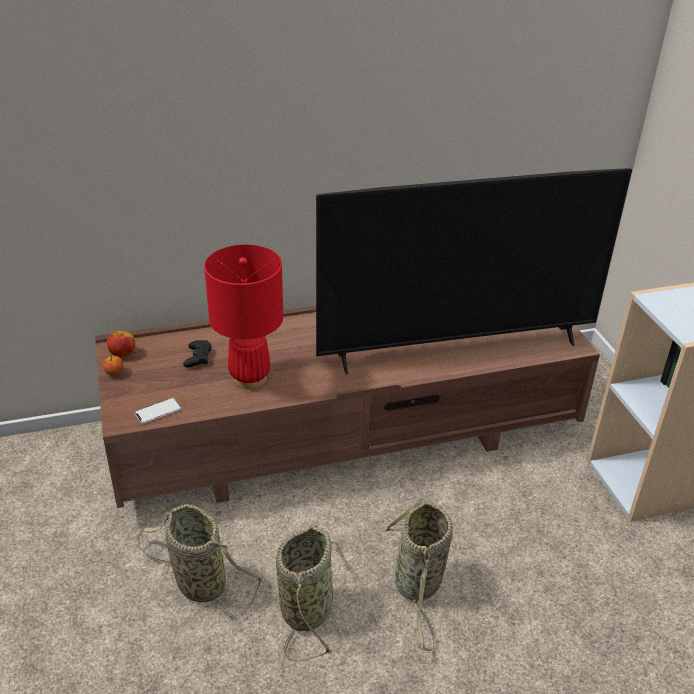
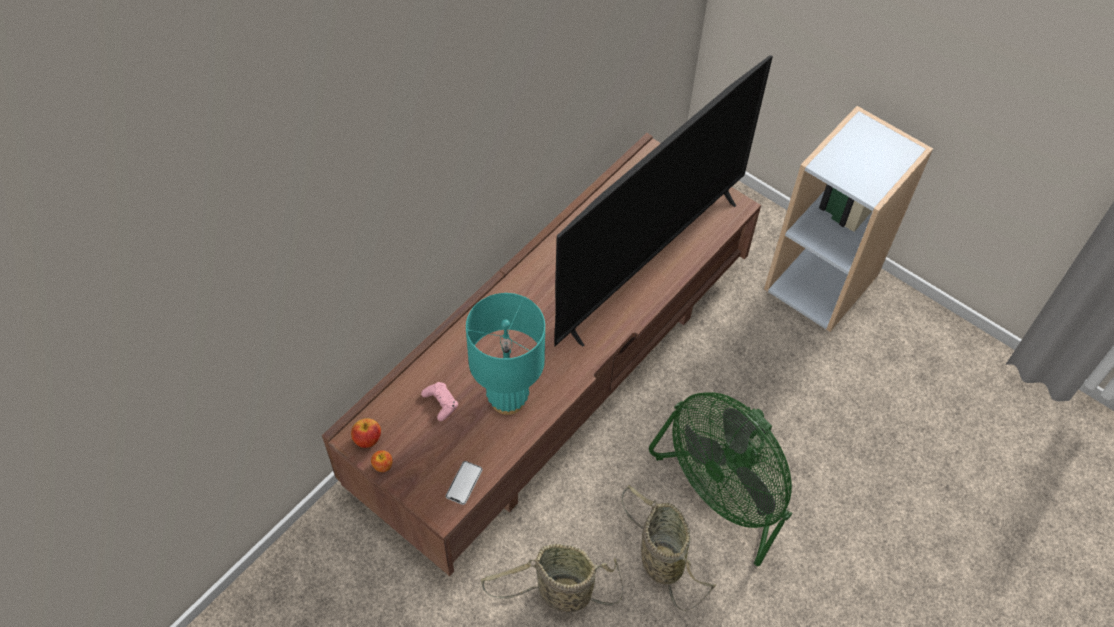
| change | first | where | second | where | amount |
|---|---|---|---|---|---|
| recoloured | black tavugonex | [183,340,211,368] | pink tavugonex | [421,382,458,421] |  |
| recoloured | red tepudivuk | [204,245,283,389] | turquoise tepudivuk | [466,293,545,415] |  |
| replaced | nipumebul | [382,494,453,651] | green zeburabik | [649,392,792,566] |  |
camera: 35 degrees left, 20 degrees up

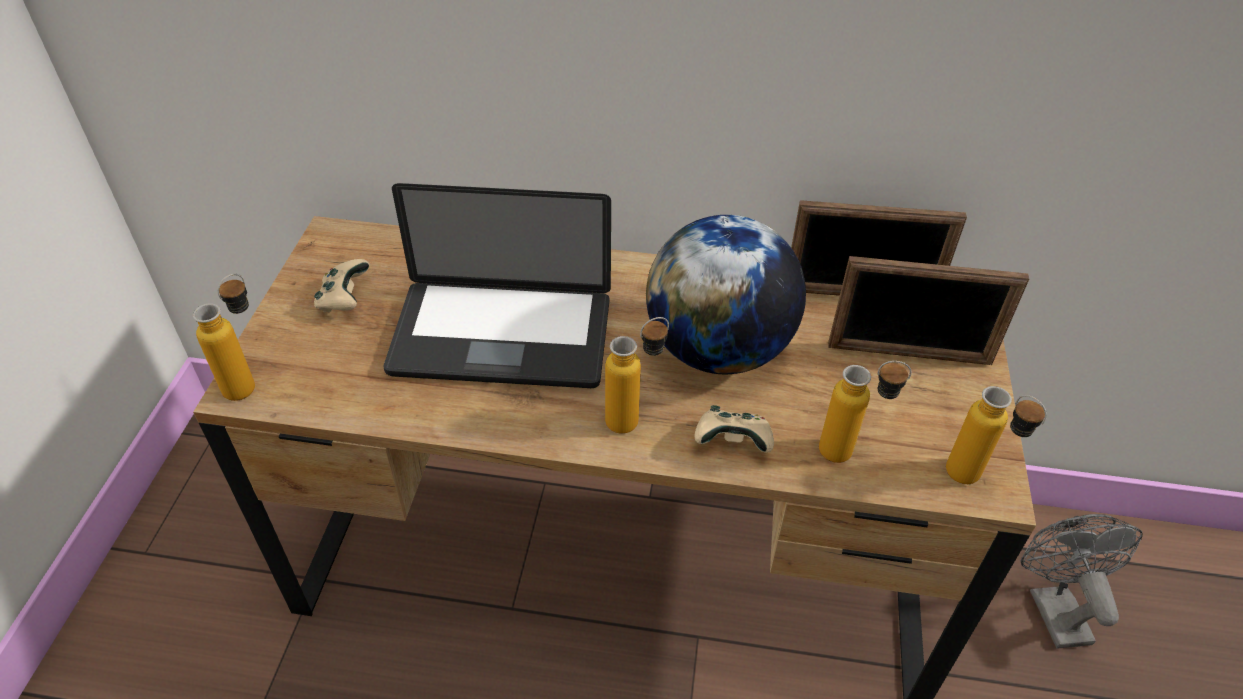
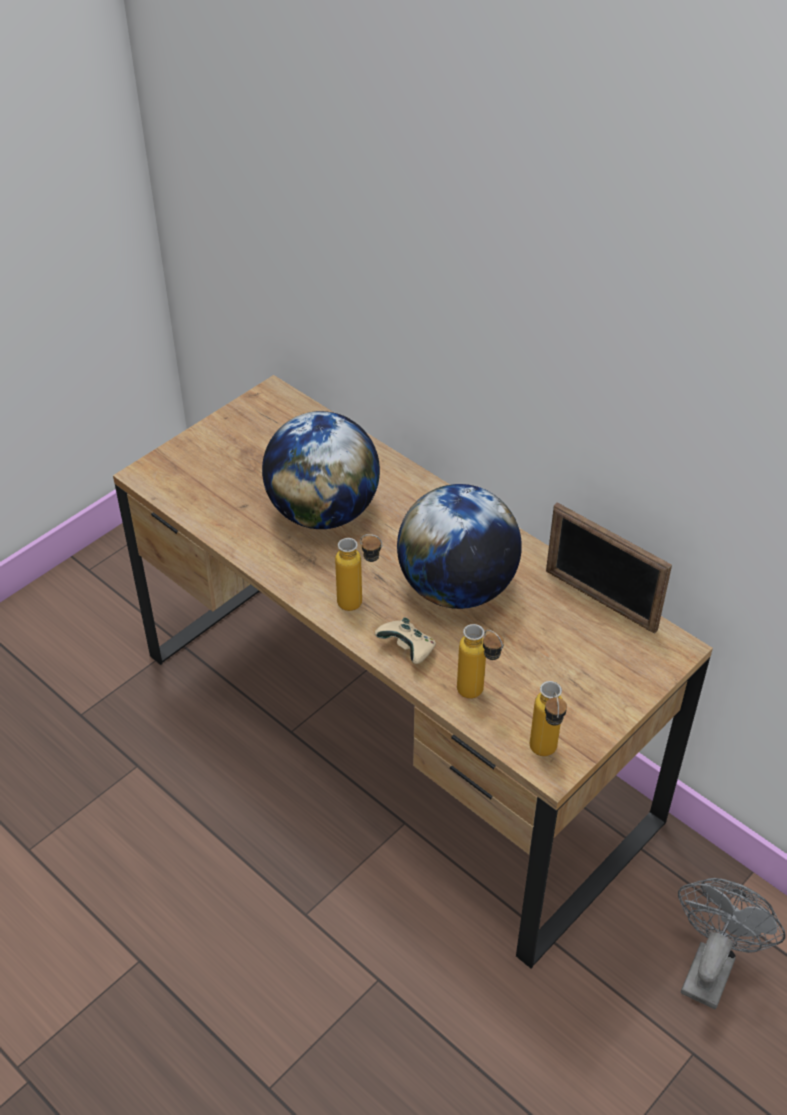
| change | first | where | second | where | amount |
|---|---|---|---|---|---|
| replaced | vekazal | [384,183,611,388] | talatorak | [262,411,380,529] |  |
| removed | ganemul | [193,274,255,401] |  |  |  |
| removed | beige tavugonex | [314,259,370,312] |  |  |  |
| removed | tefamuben | [828,256,1030,365] |  |  |  |
camera: 35 degrees right, 0 degrees up

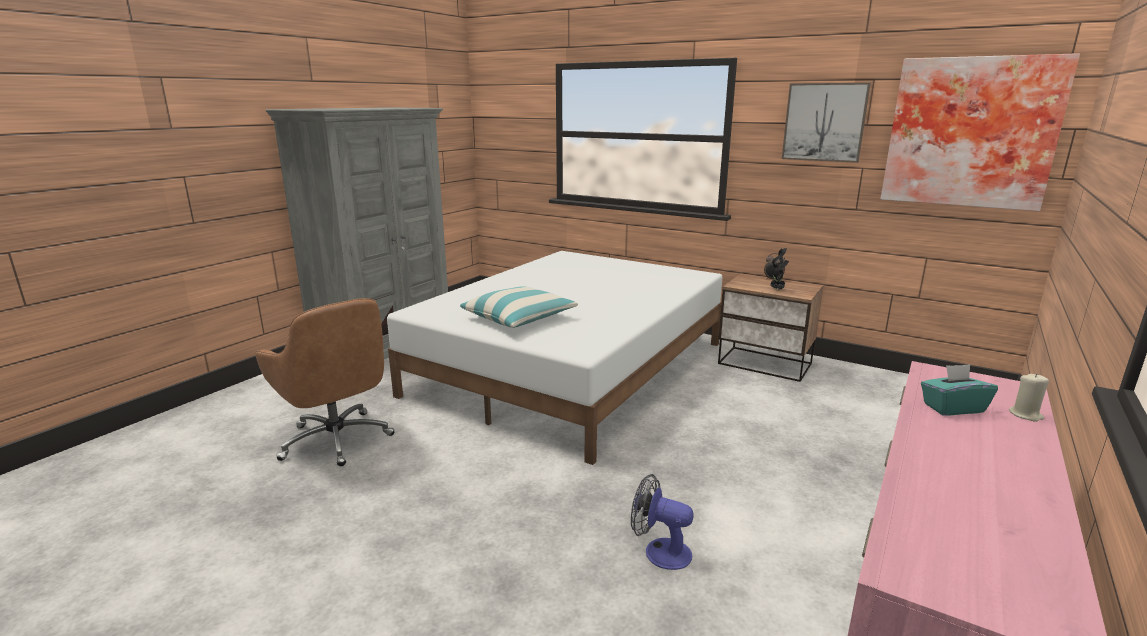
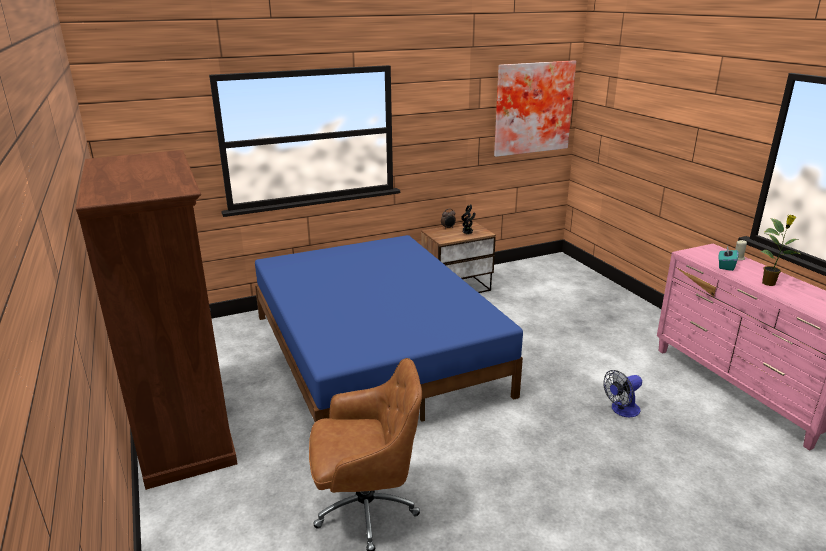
| change | first | where | second | where | amount |
|---|---|---|---|---|---|
| recoloured | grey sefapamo | [266,107,448,359] | brown sefapamo | [76,150,238,490] |  |
| recoloured | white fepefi | [387,251,722,465] | blue fepefi | [255,235,523,422] |  |
| added |  |  | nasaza | [760,215,801,286] |  |
| removed | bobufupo | [460,286,578,328] |  |  |  |
| removed | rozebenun | [782,83,871,163] |  |  |  |
camera: 55 degrees left, 5 degrees up

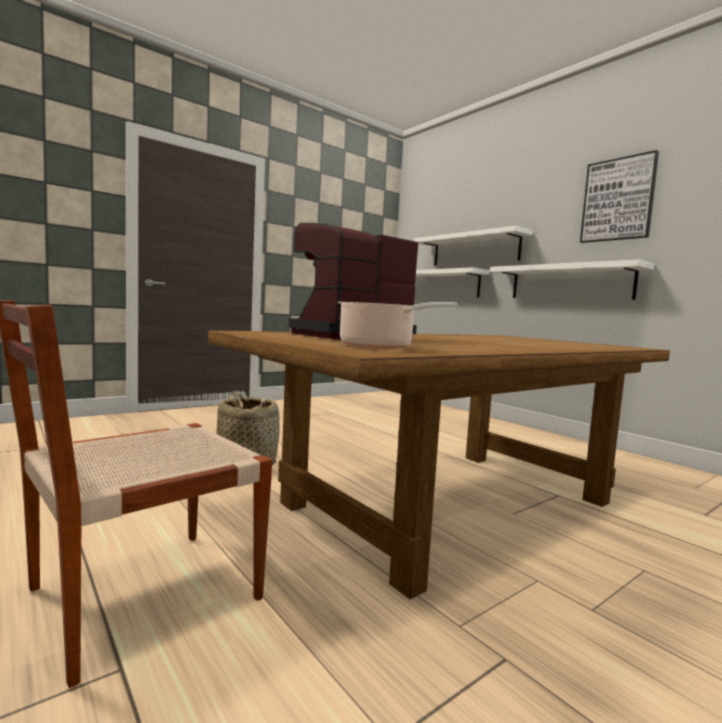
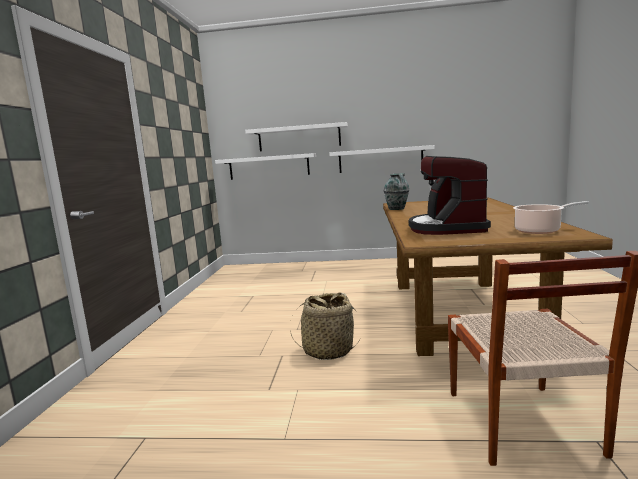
| change | first | where | second | where | amount |
|---|---|---|---|---|---|
| added |  |  | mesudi | [384,174,409,210] |  |
| removed | rozebenun | [580,150,659,243] |  |  |  |
camera: 45 degrees left, 5 degrees up

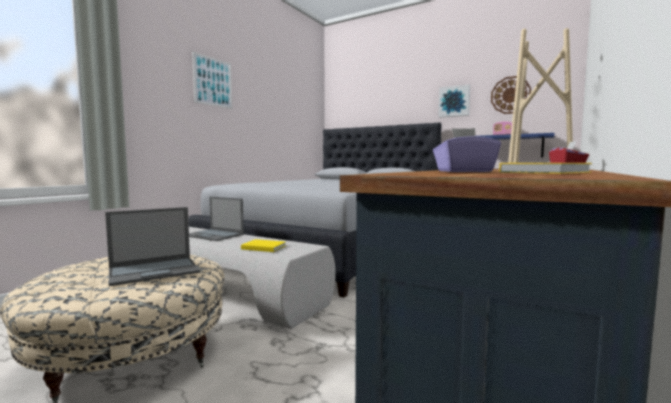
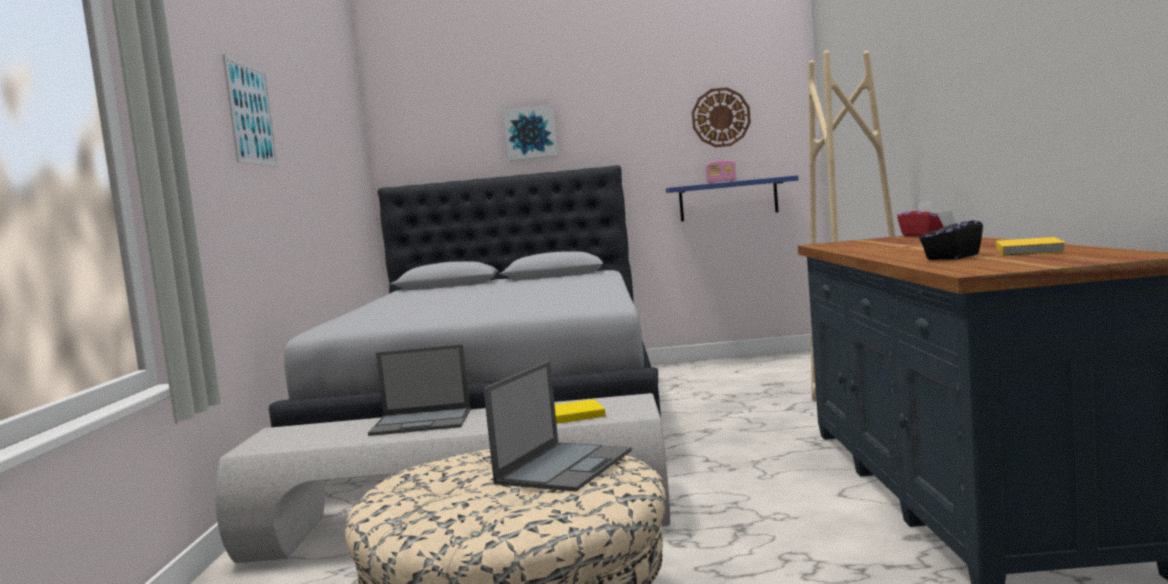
| change | first | where | second | where | amount |
|---|---|---|---|---|---|
| moved | rozebenun | [438,84,470,118] |  | [503,105,558,161] |  |
| recoloured | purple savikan | [433,128,501,172] | black savikan | [919,210,983,260] |  |
camera: 30 degrees left, 0 degrees up

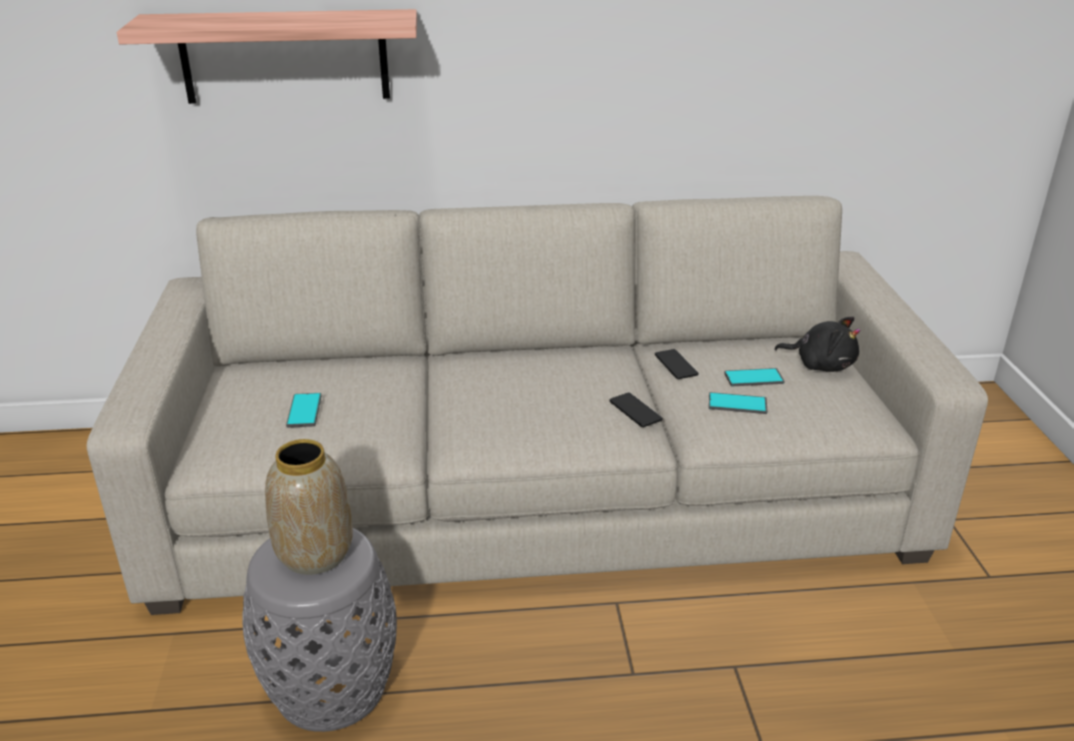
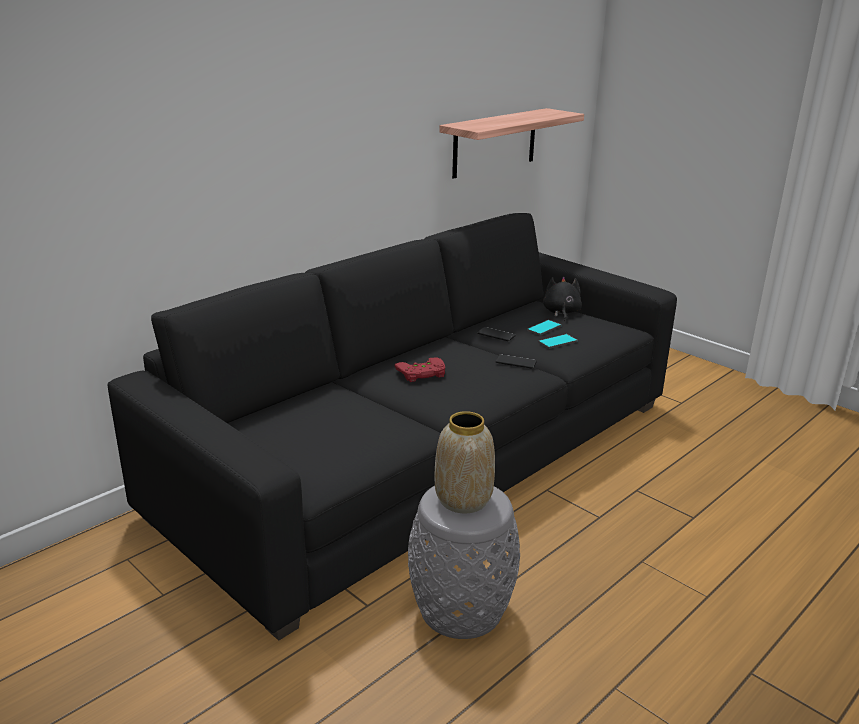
| change | first | where | second | where | amount |
|---|---|---|---|---|---|
| recoloured | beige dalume | [87,196,988,615] | black dalume | [108,213,677,641] |  |
| added |  |  | red tavugonex | [395,358,445,382] |  |
| moved | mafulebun | [117,9,417,104] |  | [439,108,584,179] |  |
| turned | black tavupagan | [774,317,860,372] |  | [543,277,582,322] | 75 degrees counterclockwise |
| removed | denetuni | [286,393,322,428] |  |  |  |
camera: 40 degrees left, 5 degrees down

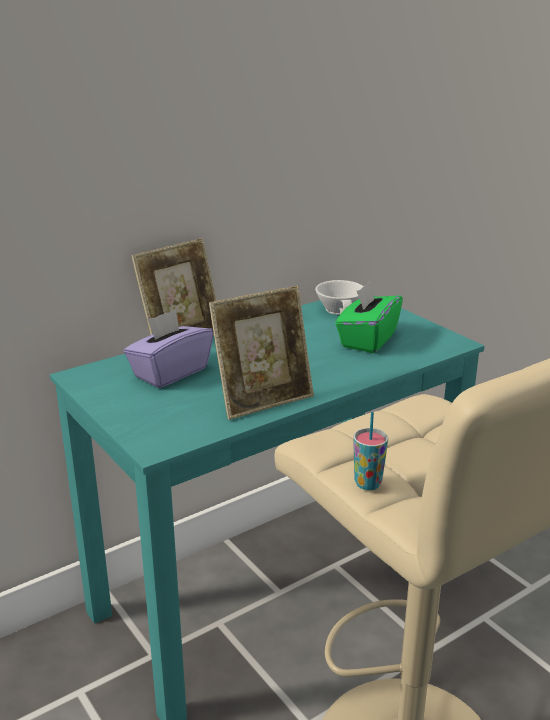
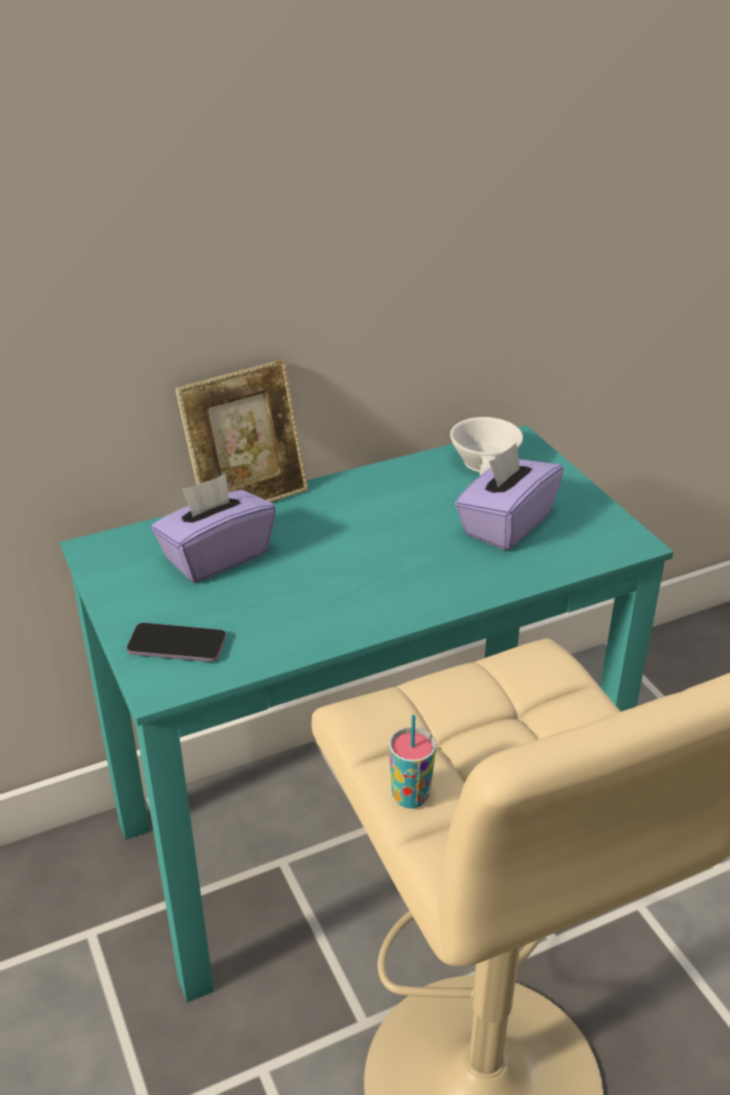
| change | first | where | second | where | amount |
|---|---|---|---|---|---|
| added |  |  | denetuni | [127,623,226,662] |  |
| recoloured | green savikan | [335,281,403,353] | purple savikan | [455,443,564,551] |  |
| removed | tefamuben | [209,286,314,420] |  |  |  |
camera: 10 degrees right, 10 degrees up

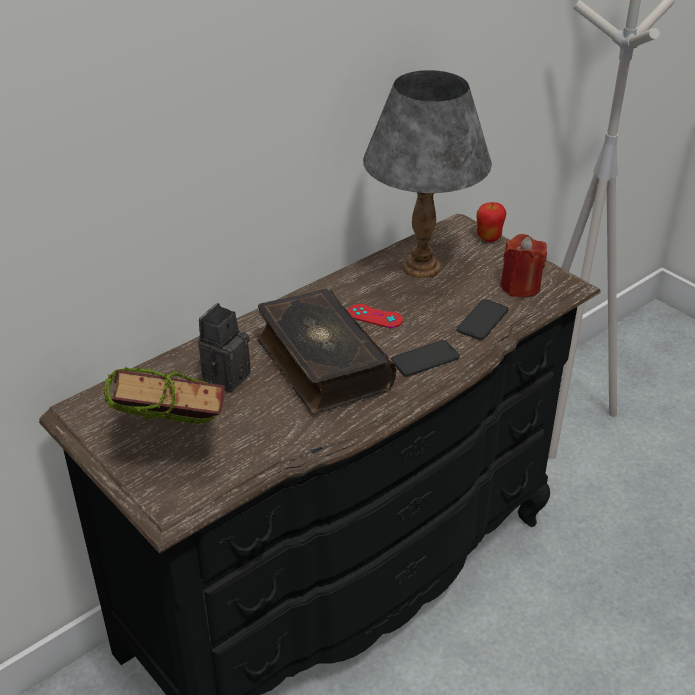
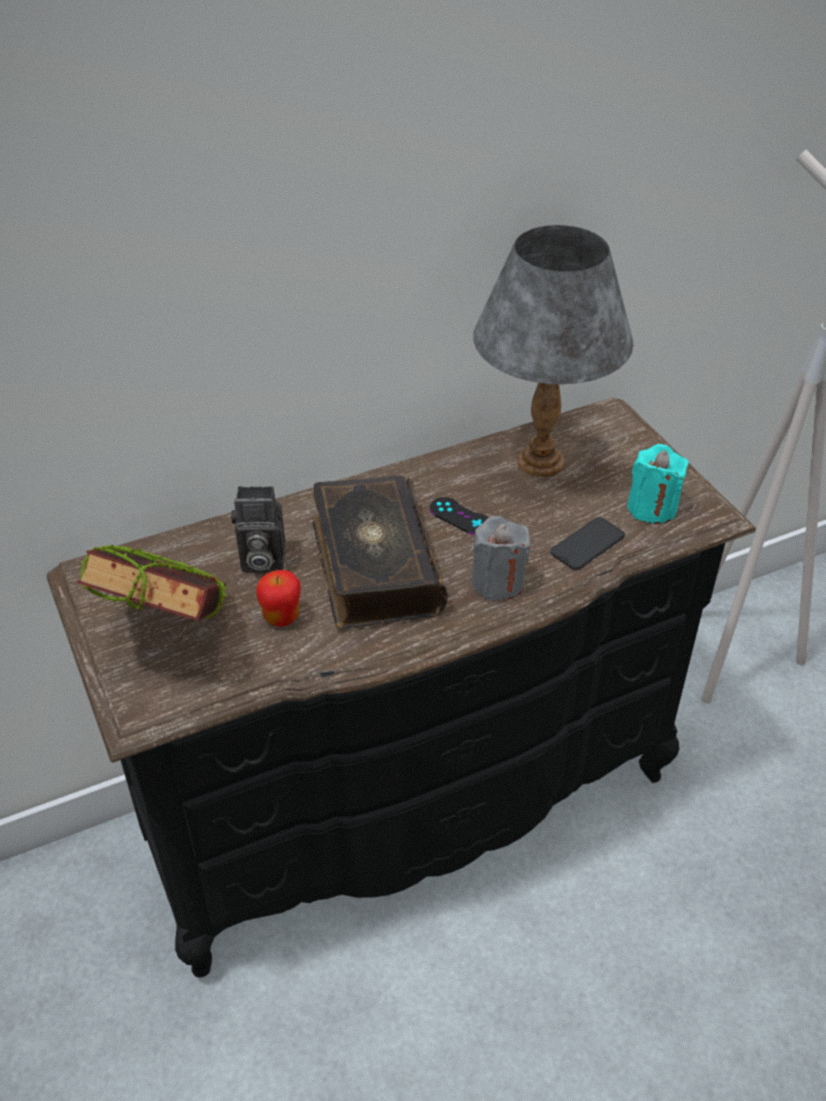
| change | first | where | second | where | amount |
|---|---|---|---|---|---|
| turned | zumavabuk | [198,303,251,393] |  | [231,486,286,573] | 135 degrees counterclockwise |
| moved | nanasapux | [477,202,506,242] |  | [256,570,301,627] |  |
| recoloured | red tavugonex | [348,304,403,328] | black tavugonex | [430,497,488,535] |  |
| replaced | denetuni | [391,340,460,376] | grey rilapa | [471,516,531,601] |  |
| recoloured | red rilapa | [501,234,547,298] | turquoise rilapa | [627,444,689,524] |  |
camera: 15 degrees right, 5 degrees up

